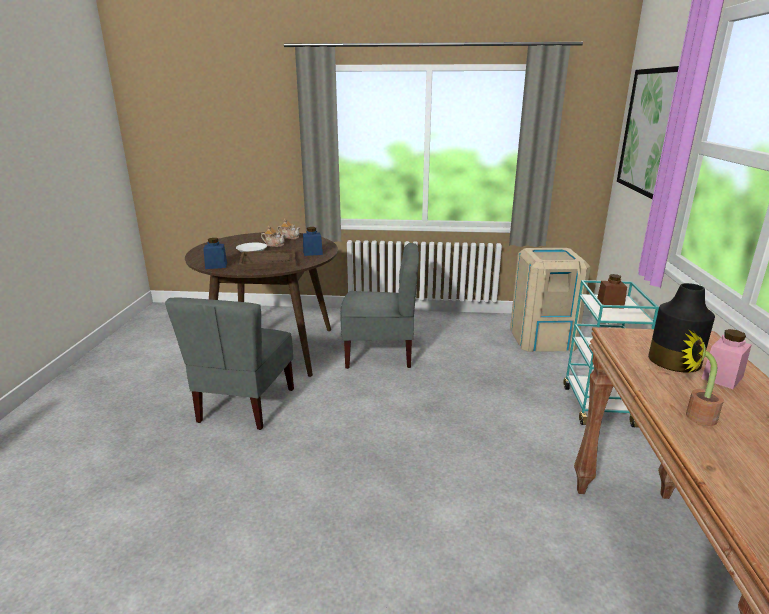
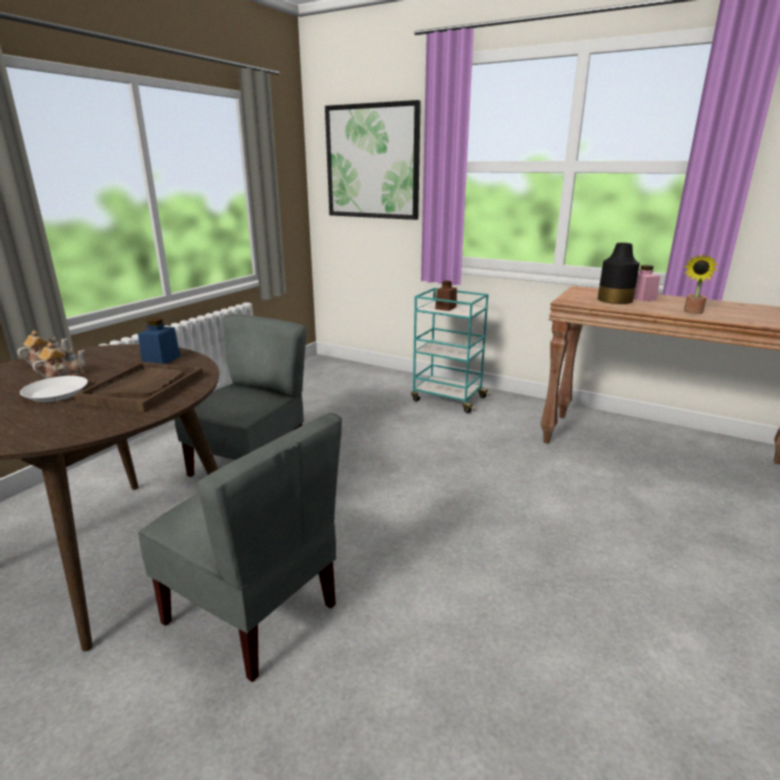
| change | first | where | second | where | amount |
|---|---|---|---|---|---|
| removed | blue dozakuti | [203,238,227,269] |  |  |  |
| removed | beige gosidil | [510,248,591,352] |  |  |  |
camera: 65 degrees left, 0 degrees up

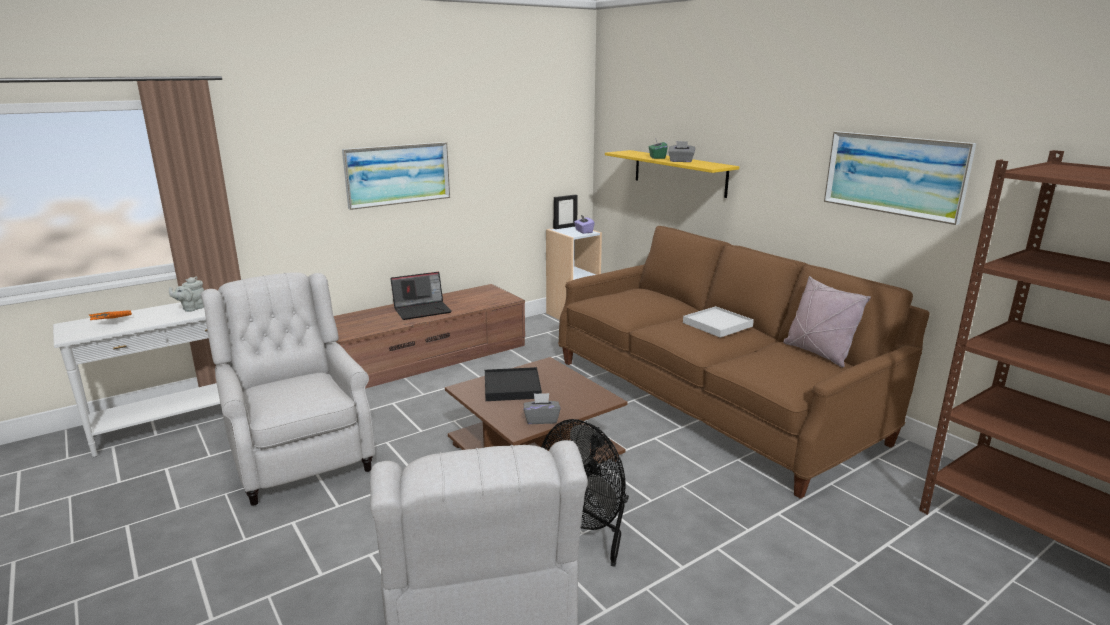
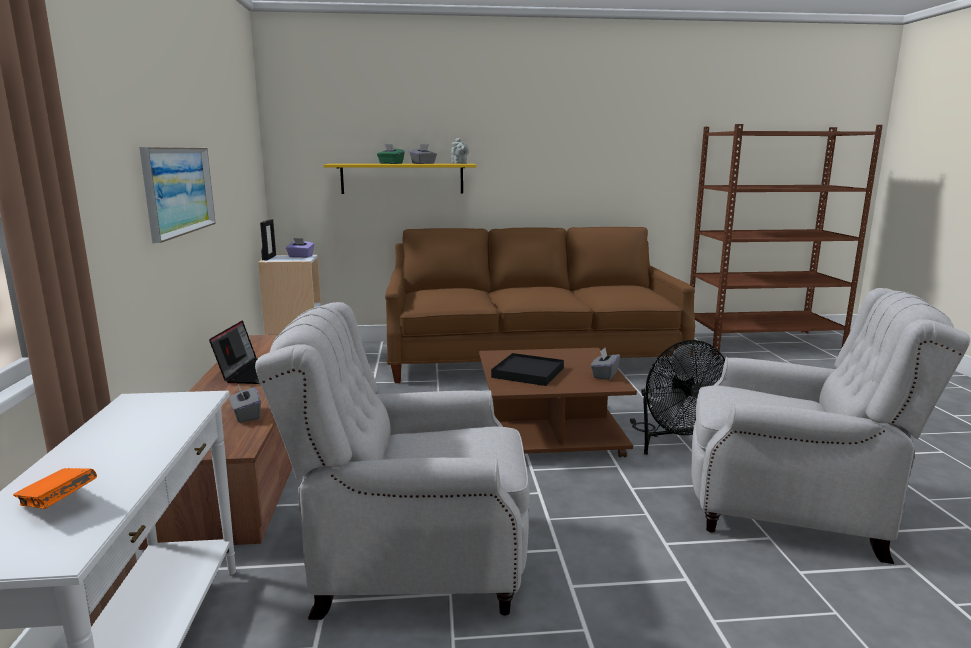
| change | first | where | second | where | amount |
|---|---|---|---|---|---|
| added |  |  | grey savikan | [229,384,261,423] |  |
| moved | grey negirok | [169,276,204,312] |  | [451,138,469,164] |  |
| removed | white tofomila | [683,306,754,338] |  |  |  |
| removed | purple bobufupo | [783,276,871,368] |  |  |  |
| removed | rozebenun | [824,131,976,225] |  |  |  |
camera: 60 degrees left, 5 degrees down

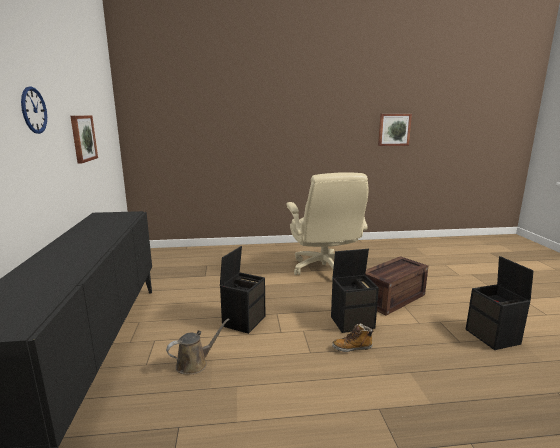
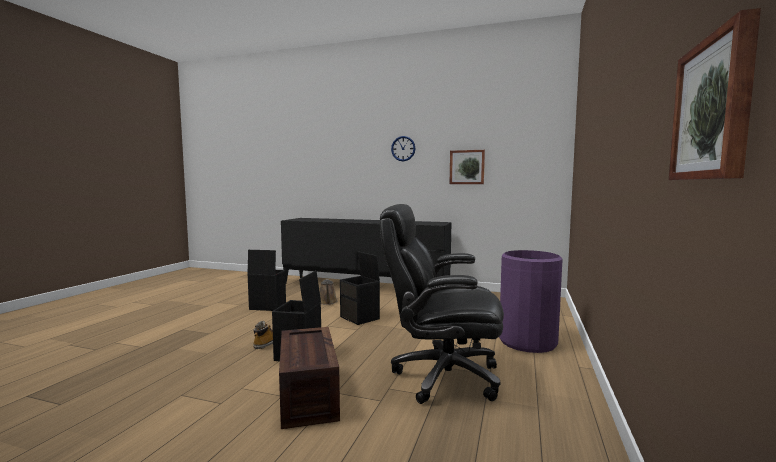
| change | first | where | second | where | amount |
|---|---|---|---|---|---|
| moved | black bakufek | [466,256,534,350] |  | [248,250,286,311] |  |
| recoloured | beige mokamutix | [287,173,368,281] | black mokamutix | [380,204,504,404] |  |
| added |  |  | purple gosidil | [499,250,563,353] |  |
camera: 115 degrees right, 10 degrees down

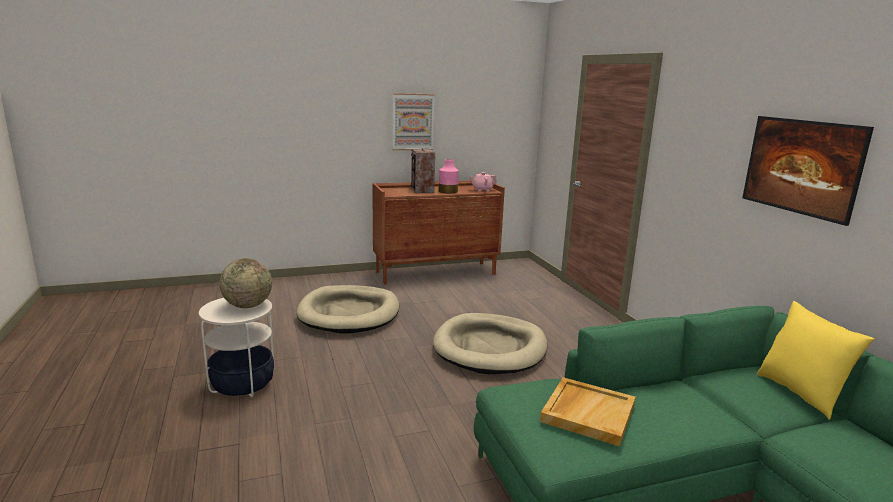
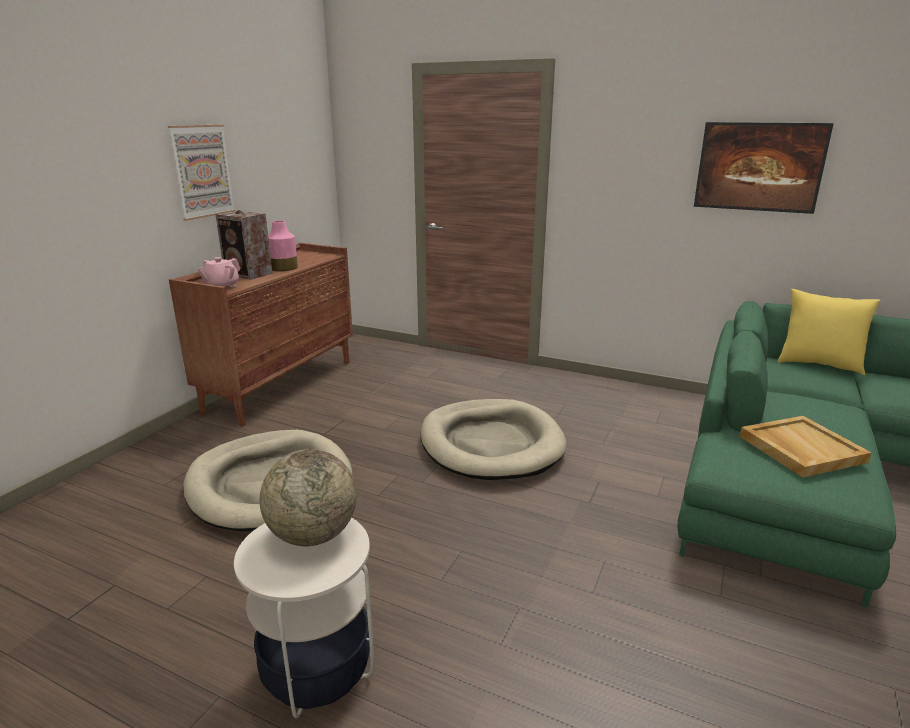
| change | first | where | second | where | amount |
|---|---|---|---|---|---|
| moved | pink negirok | [469,172,497,192] |  | [197,257,241,287] |  |
camera: 45 degrees left, 5 degrees up

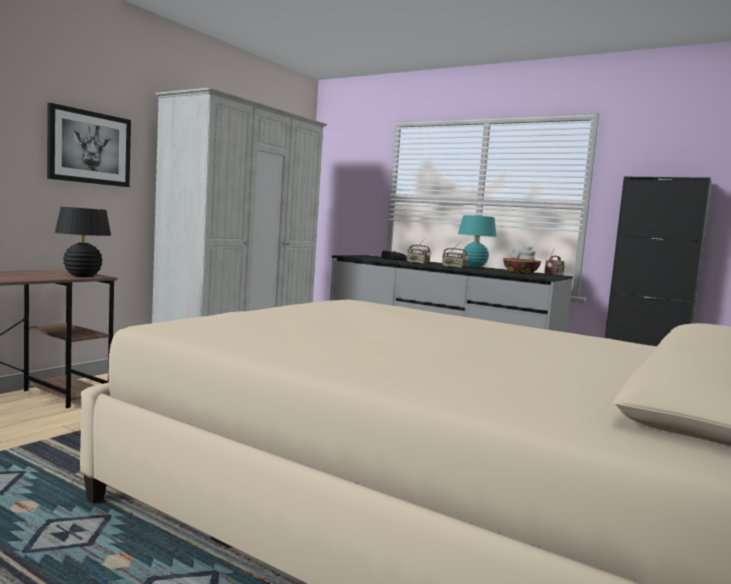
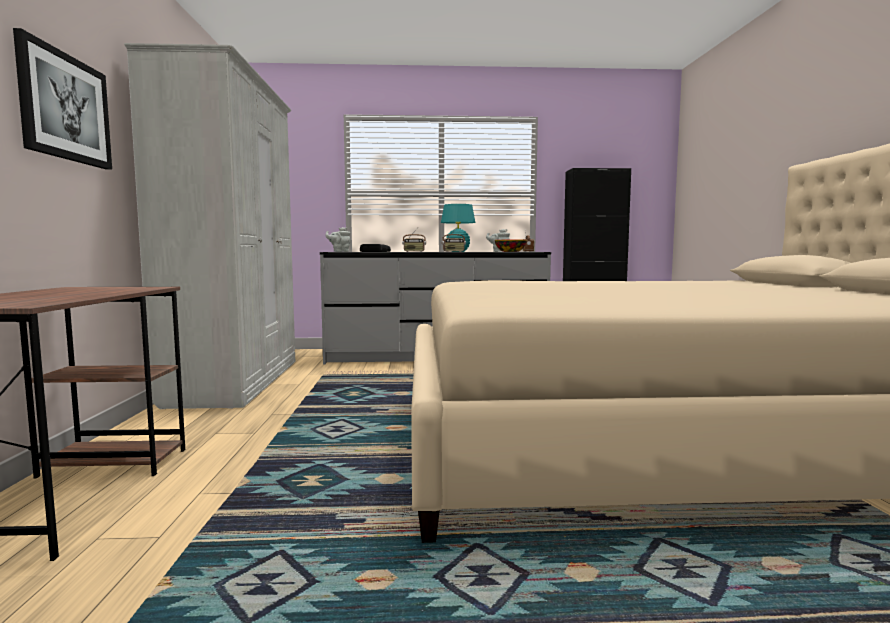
| change | first | where | second | where | amount |
|---|---|---|---|---|---|
| added |  |  | grey negirok | [326,227,351,252] |  |
| removed | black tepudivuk | [55,207,111,277] |  |  |  |
camera: 35 degrees left, 0 degrees up

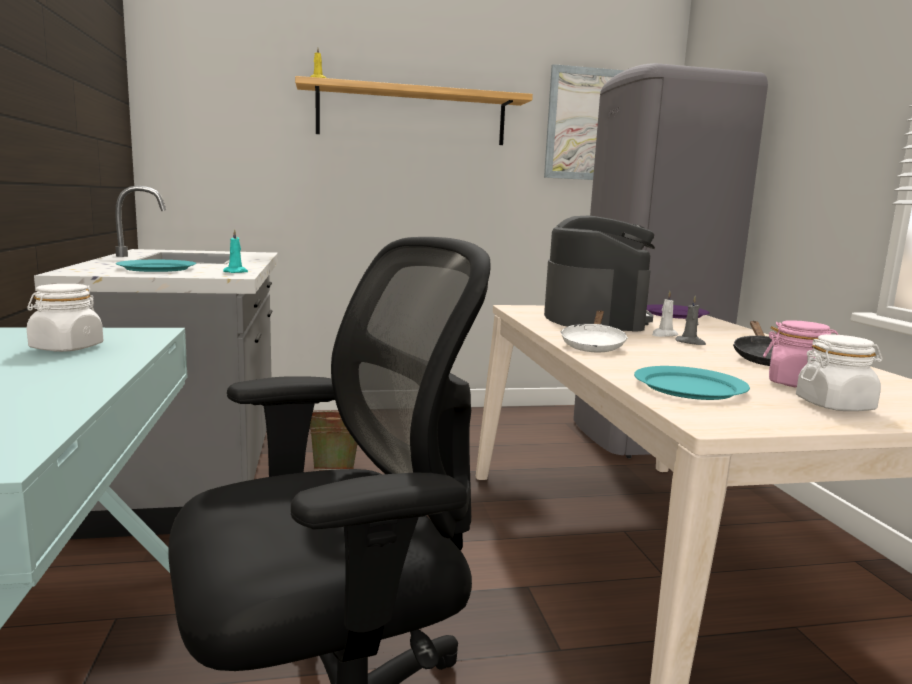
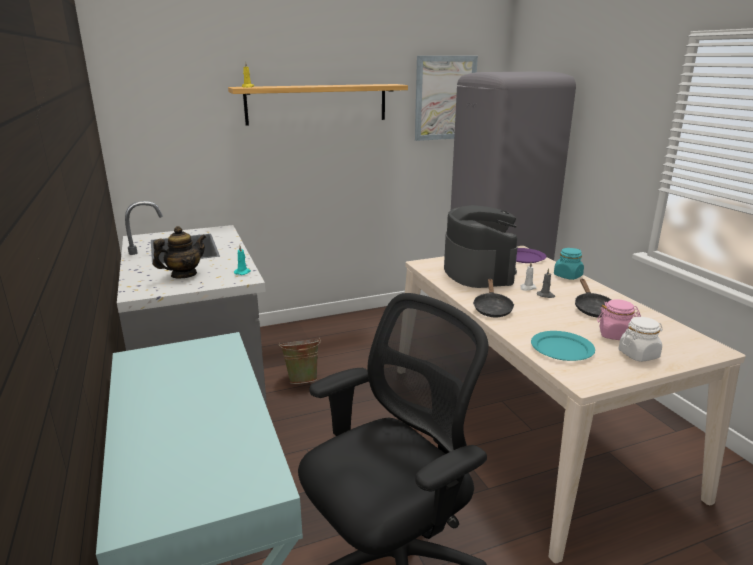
| change | first | where | second | where | amount |
|---|---|---|---|---|---|
| replaced | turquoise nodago | [116,260,196,272] | negirok | [153,226,206,278] |  |
| recoloured | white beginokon | [560,310,628,352] | black beginokon | [473,279,515,317] |  |
| added |  |  | turquoise dozakuti | [554,248,584,280] |  |
| removed | white dozakuti | [27,284,103,352] |  |  |  |
camera: 10 degrees left, 10 degrees up

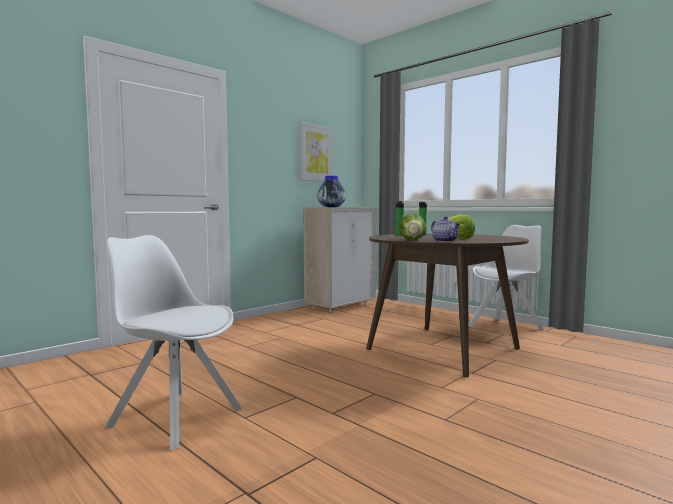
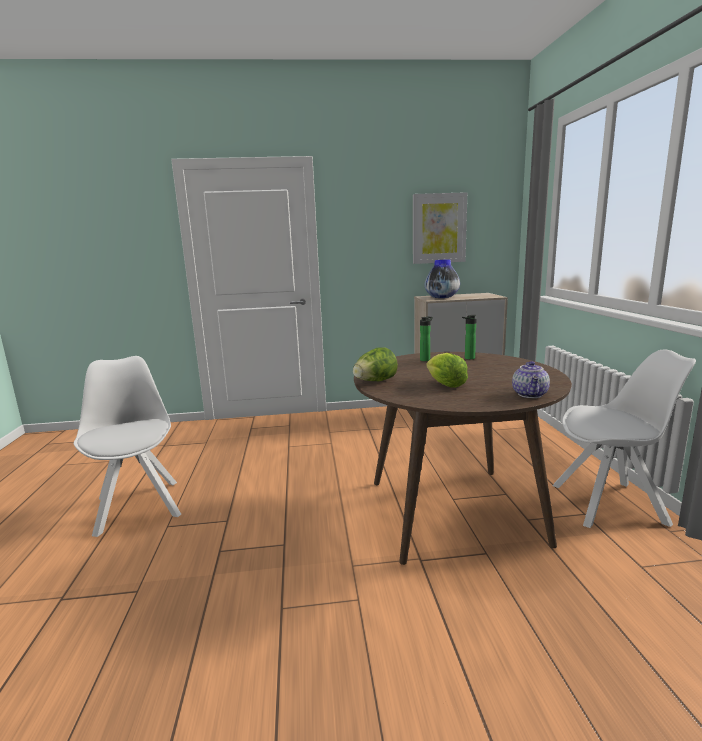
| change | first | where | second | where | amount |
|---|---|---|---|---|---|
| moved | negirok | [431,216,461,242] |  | [512,361,550,398] |  |
camera: 40 degrees right, 10 degrees up

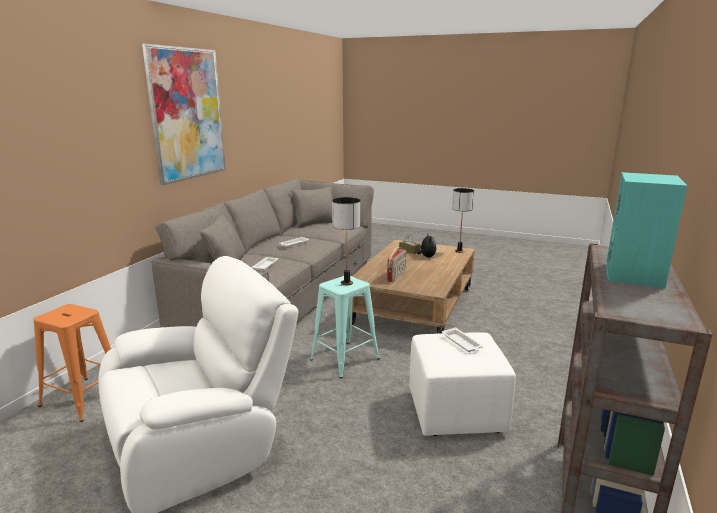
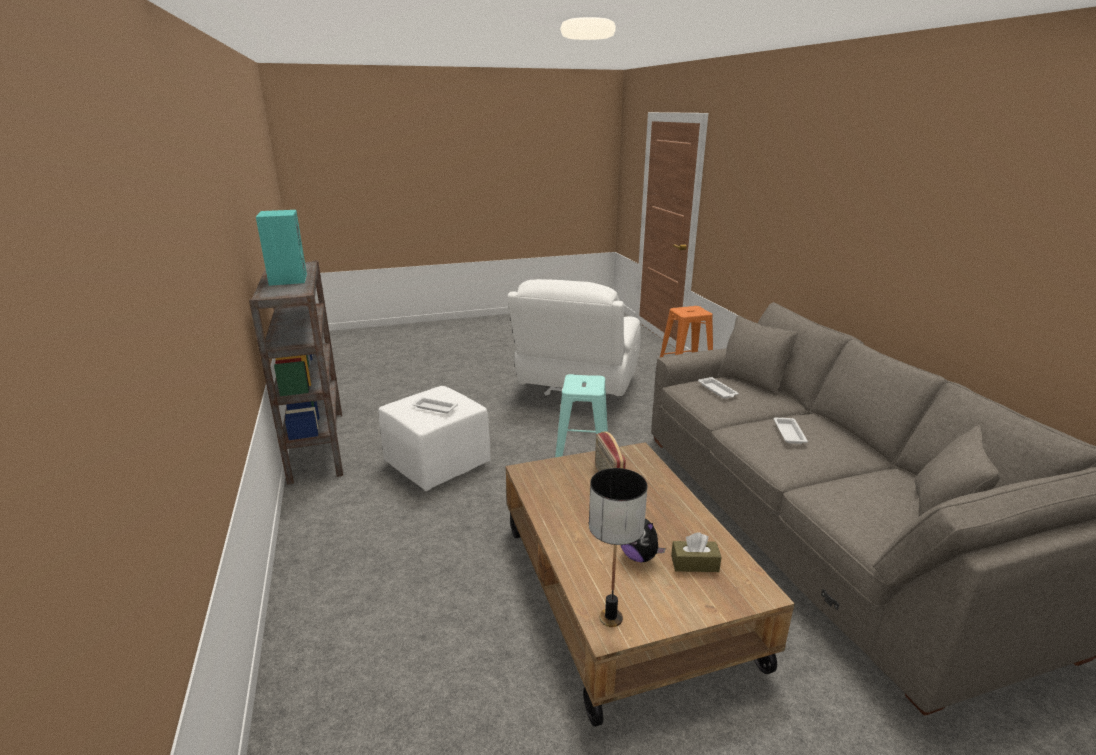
| change | first | where | second | where | amount |
|---|---|---|---|---|---|
| removed | rozebenun | [142,44,226,185] |  |  |  |
| removed | tepudivuk | [332,197,361,285] |  |  |  |
camera: 140 degrees right, 5 degrees up

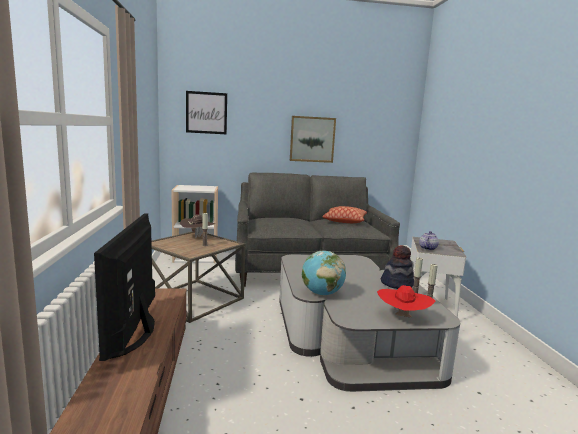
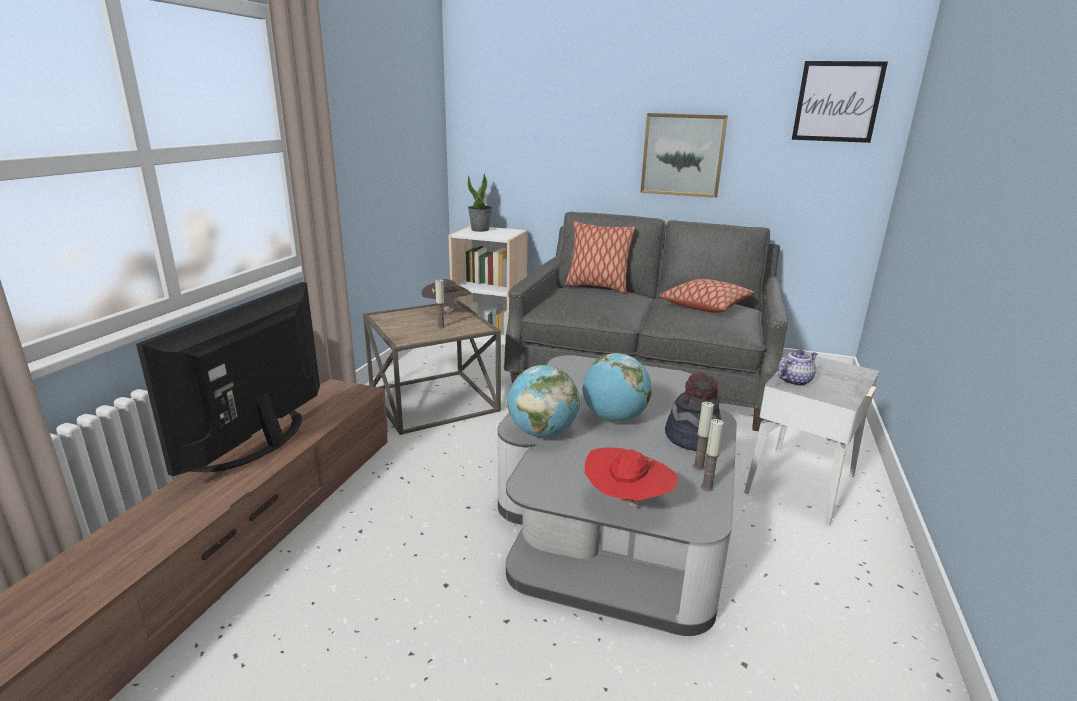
| change | first | where | second | where | amount |
|---|---|---|---|---|---|
| added |  |  | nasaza | [468,173,492,232] |  |
| added |  |  | bobufupo | [565,221,636,293] |  |
| added |  |  | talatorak | [583,353,652,422] |  |
| moved | rozebenun | [186,91,227,134] |  | [792,61,888,143] |  |
camera: 25 degrees right, 10 degrees up

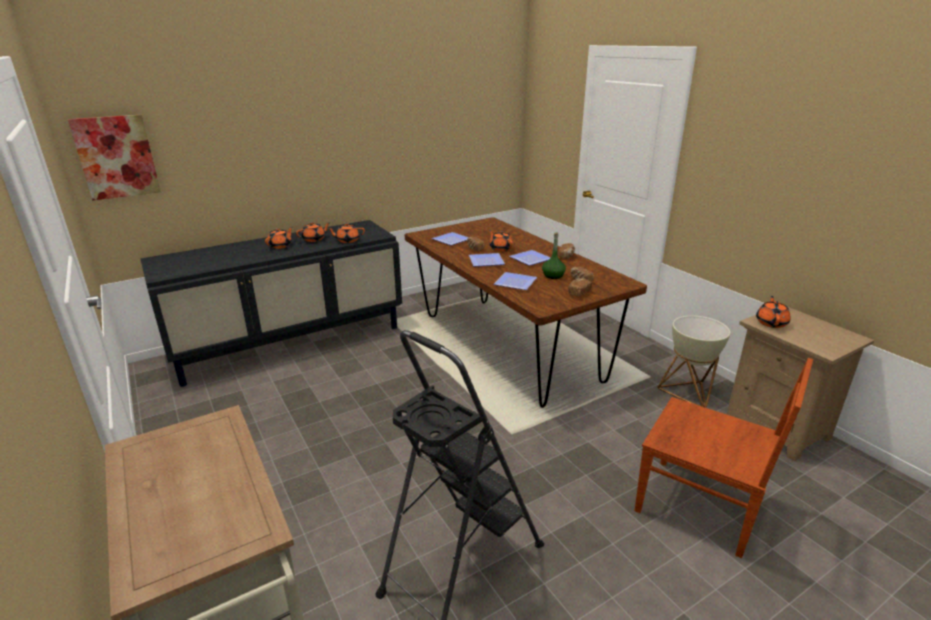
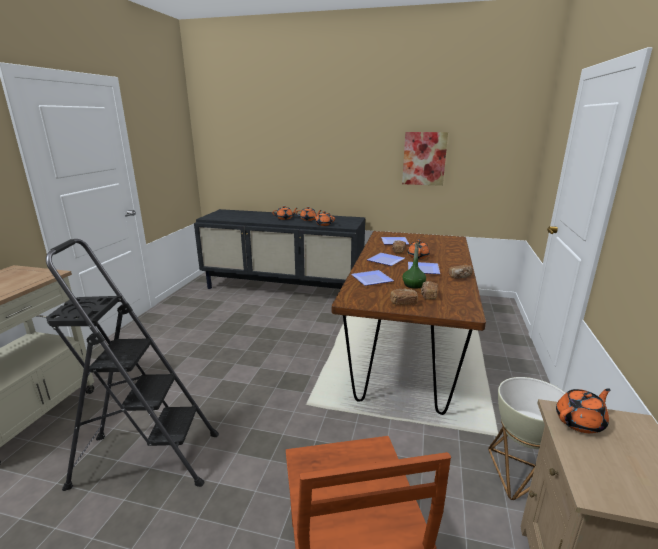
| change | first | where | second | where | amount |
|---|---|---|---|---|---|
| moved | rozebenun | [68,115,161,200] |  | [402,132,448,186] |  |
camera: 45 degrees right, 5 degrees down

